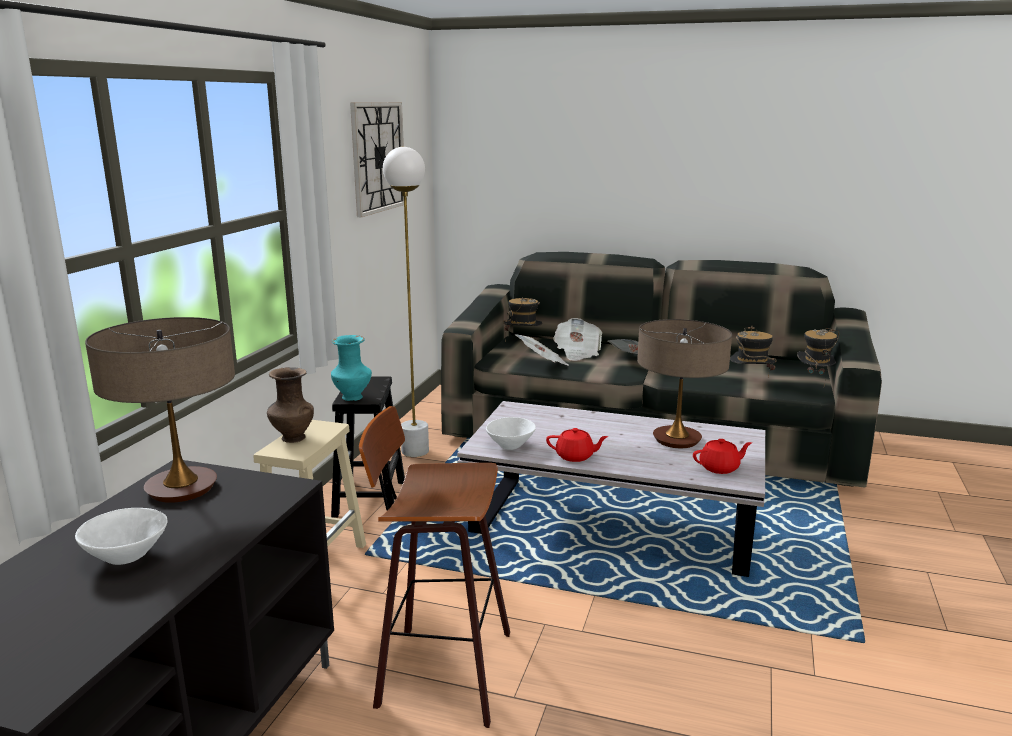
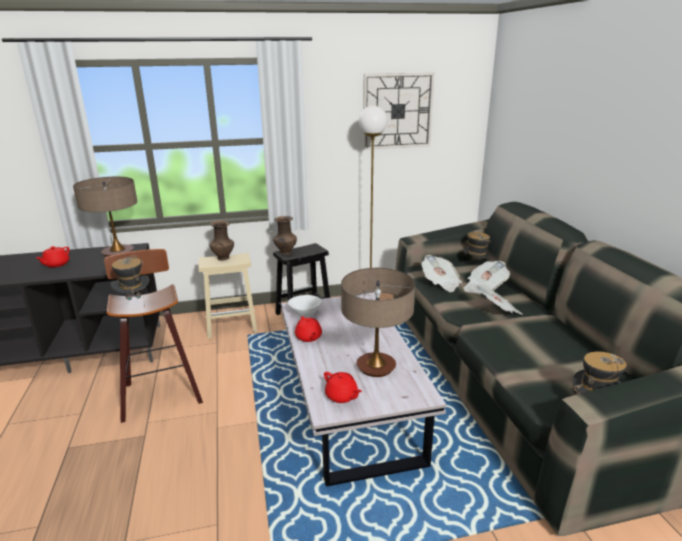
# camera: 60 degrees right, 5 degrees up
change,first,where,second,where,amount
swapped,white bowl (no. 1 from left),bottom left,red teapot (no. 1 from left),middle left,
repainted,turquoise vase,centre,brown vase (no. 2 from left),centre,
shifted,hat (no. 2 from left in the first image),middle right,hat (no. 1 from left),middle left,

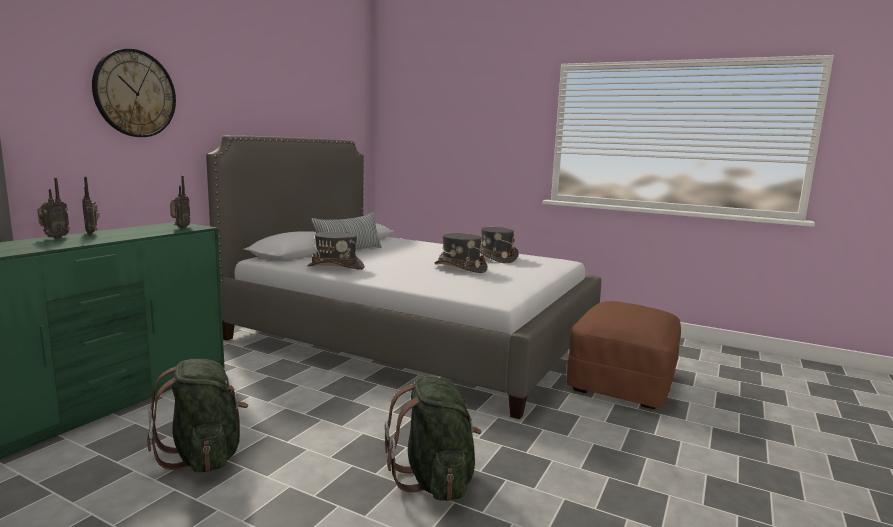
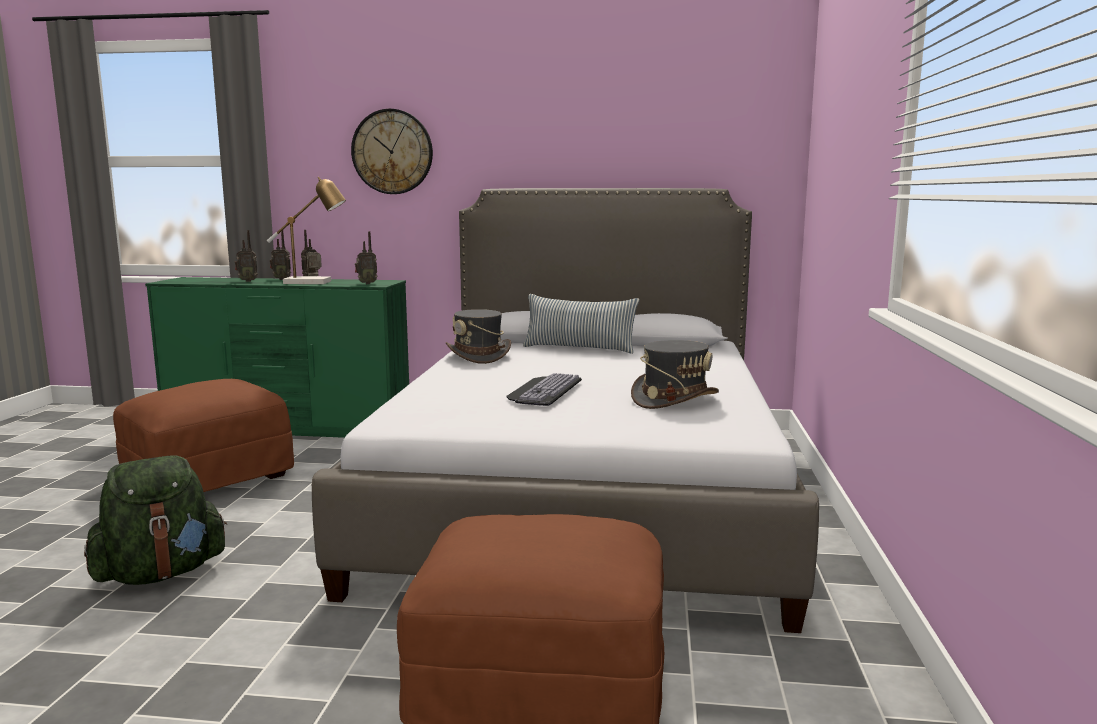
# camera: 70 degrees right, 0 degrees up
change,first,where,second,where,amount
swapped,green backpack (no. 1 from left),bottom left,brown ottoman (no. 1 from left),middle left,
swapped,grey hat (no. 2 from left),centre,keyboard,centre,
new,,,radio (no. 1 from left),middle left,
new,,,table lamp,top left,

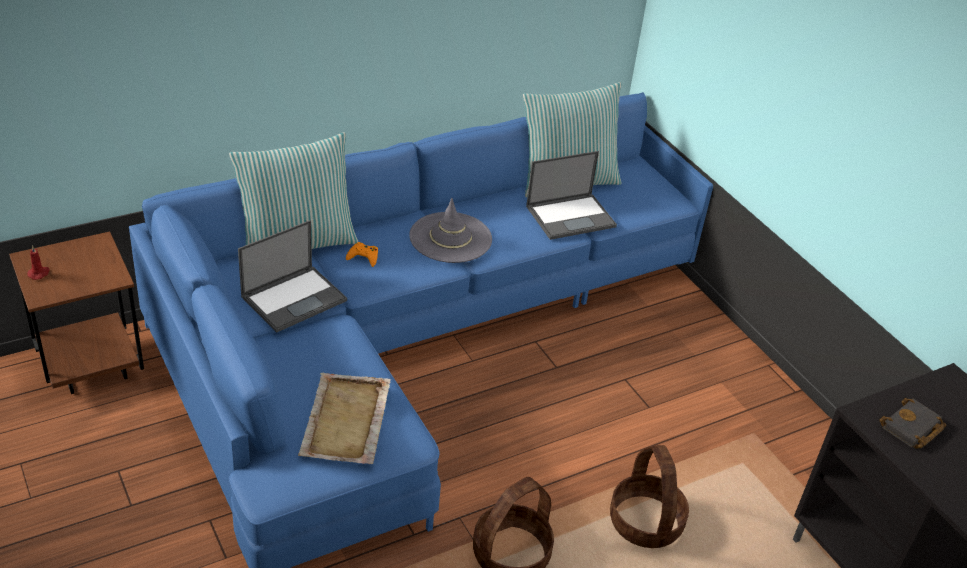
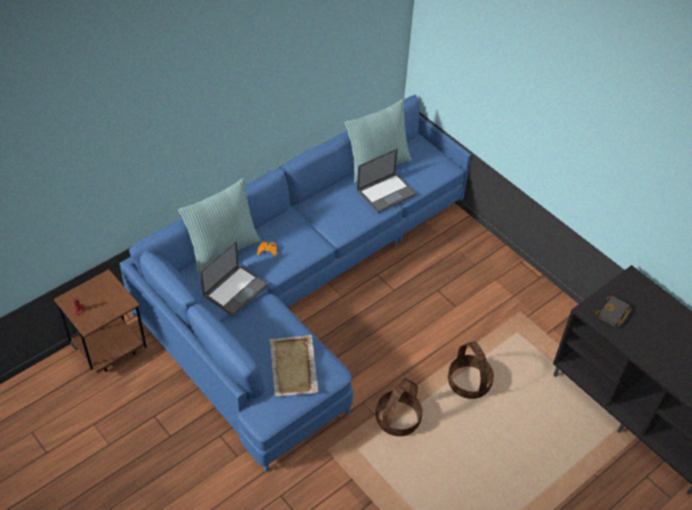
# camera: 10 degrees left, 10 degrees up
change,first,where,second,where,amount
gone,grey hat,centre,,,

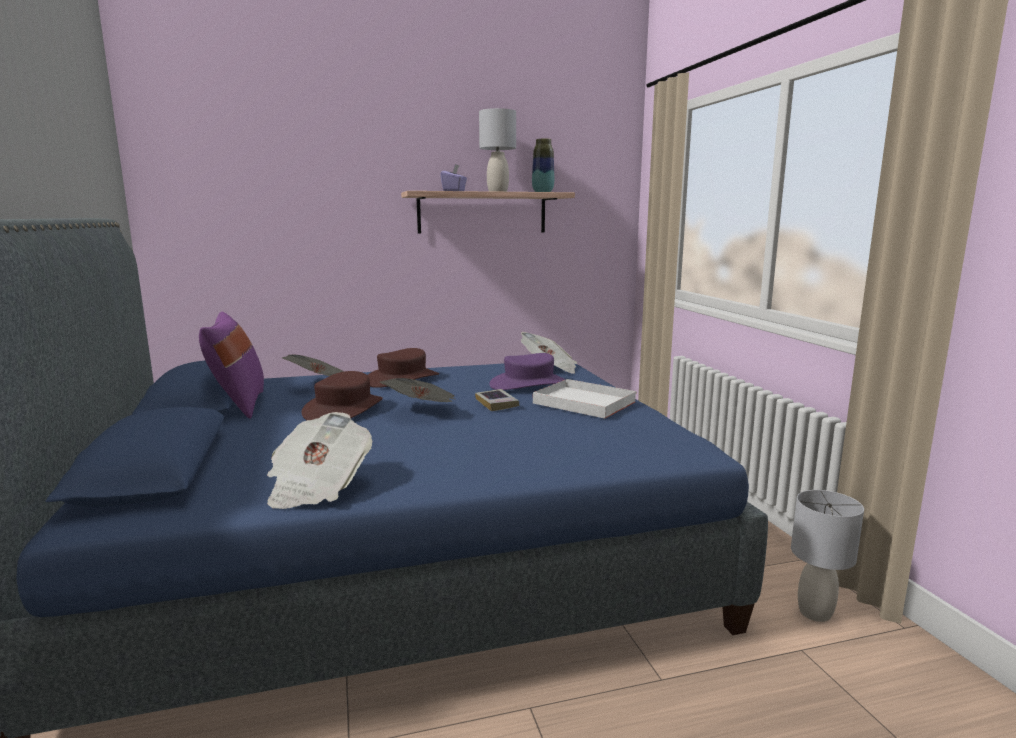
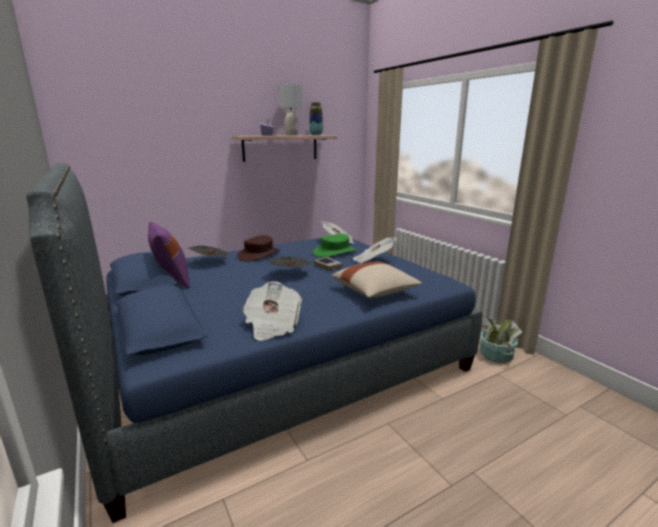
# camera: 15 degrees left, 5 degrees up
change,first,where,second,where,amount
gone,brown hat (no. 1 from left),centre,,,
repainted,purple hat,centre,green hat,centre,
swapped,white tray,centre,newspaper (no. 5 from left),centre,
swapped,grey table lamp (no. 2 from left),bottom right,potted plant,middle right,
new,,,beige pillow,centre,

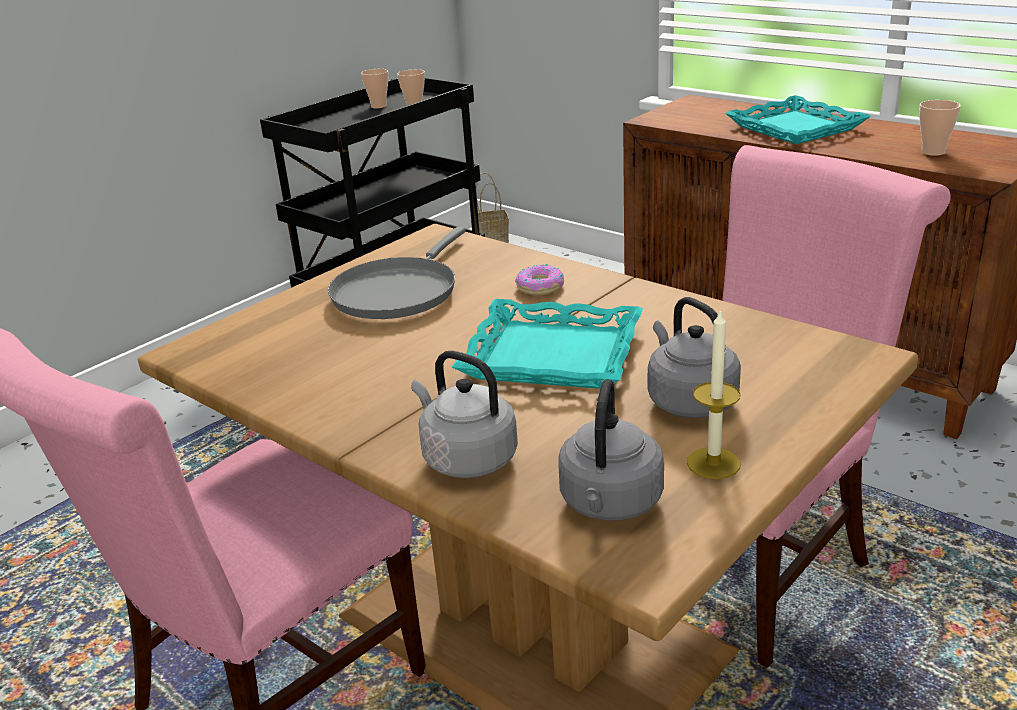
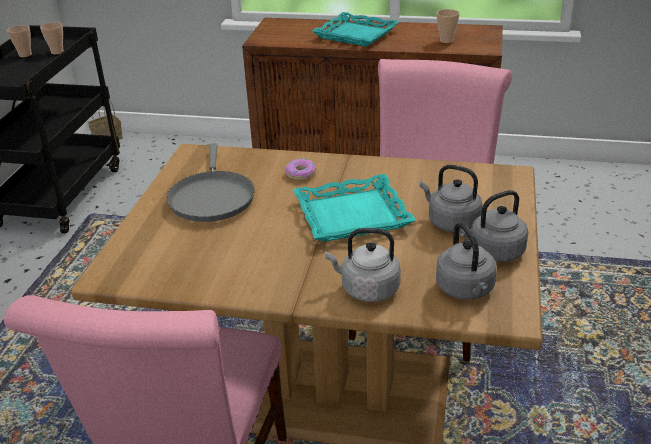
# camera: 30 degrees left, 5 degrees up
change,first,where,second,where,amount
swapped,candle,middle right,grey kettle (no. 4 from left),middle right,

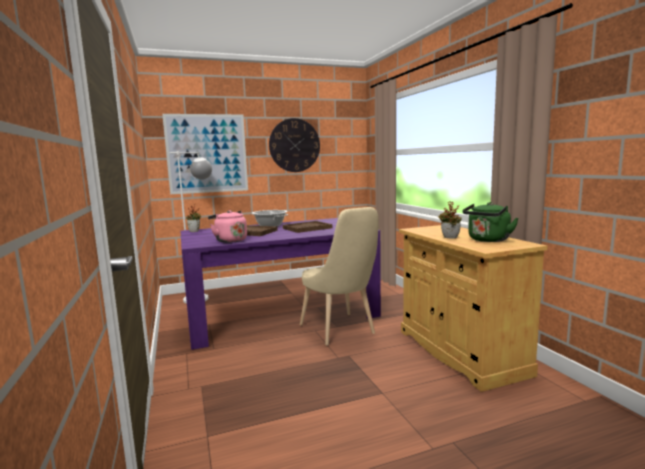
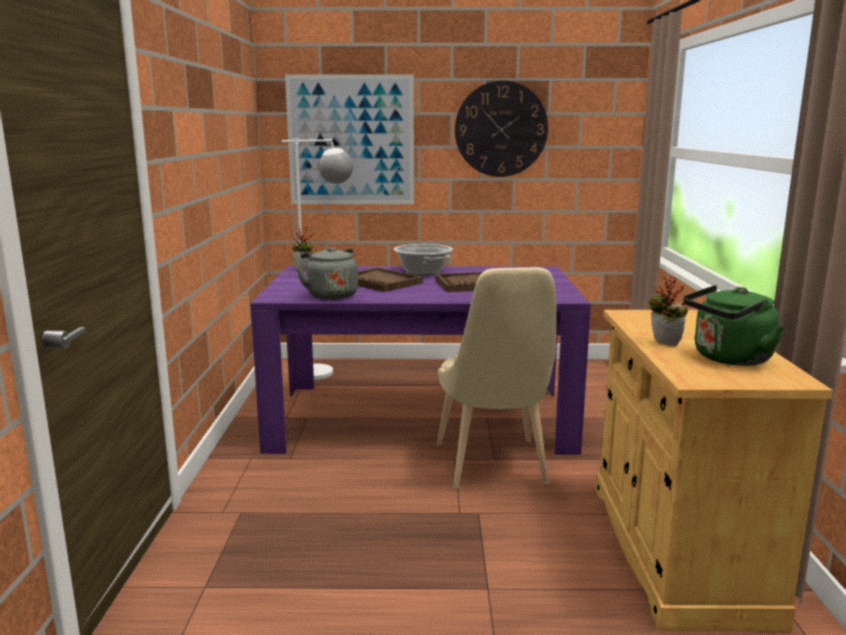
# camera: 20 degrees right, 5 degrees up
change,first,where,second,where,amount
repainted,pink kettle,centre,grey kettle,centre,

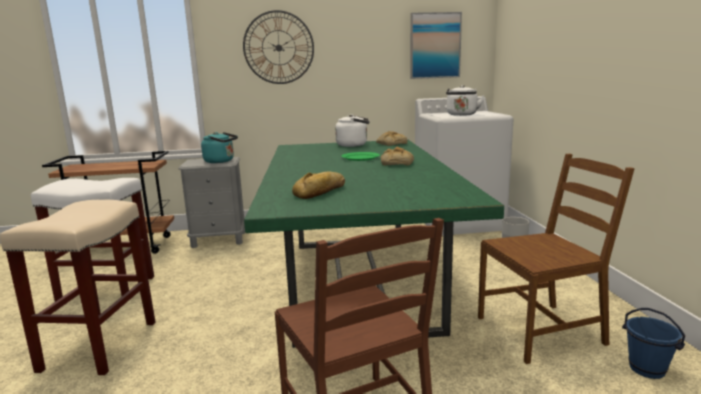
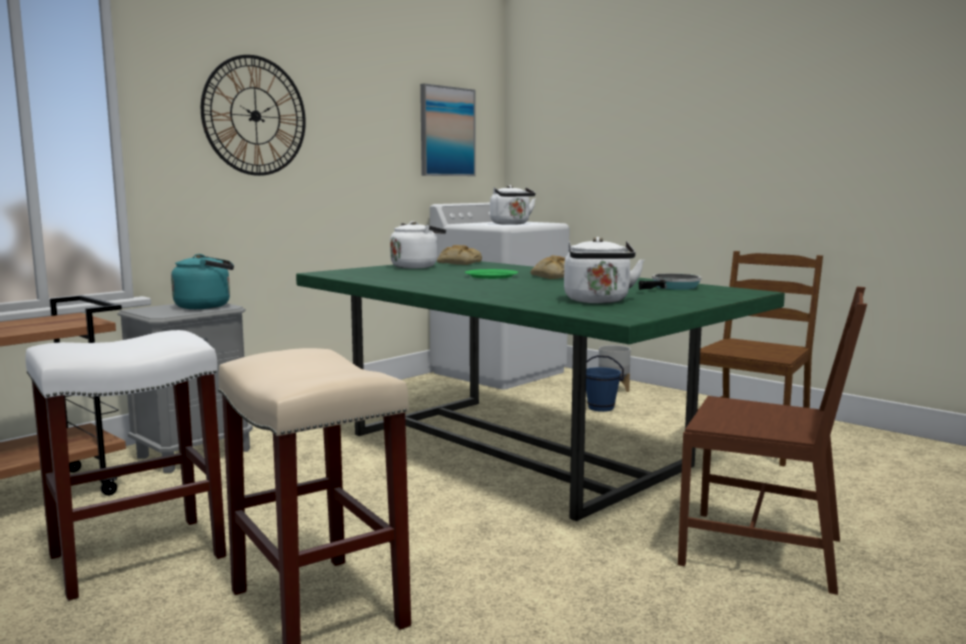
# camera: 40 degrees left, 5 degrees down
change,first,where,second,where,amount
swapped,bread (no. 1 from left),centre,white kettle (no. 3 from left),centre,
shifted,blue bucket,bottom right,,centre,
new,,,frying pan,middle right,

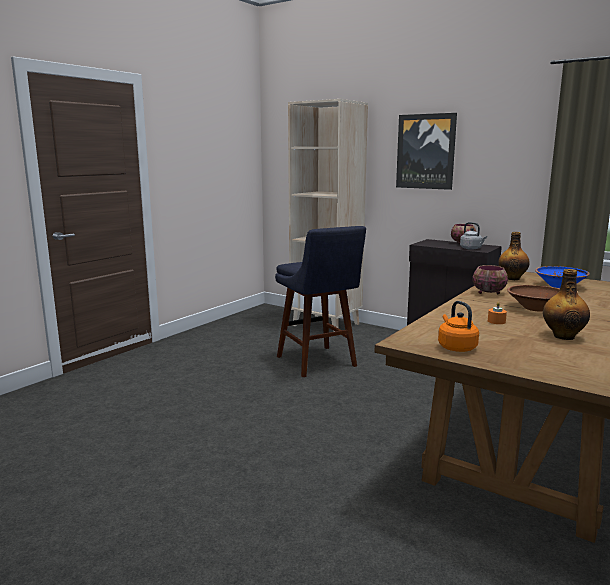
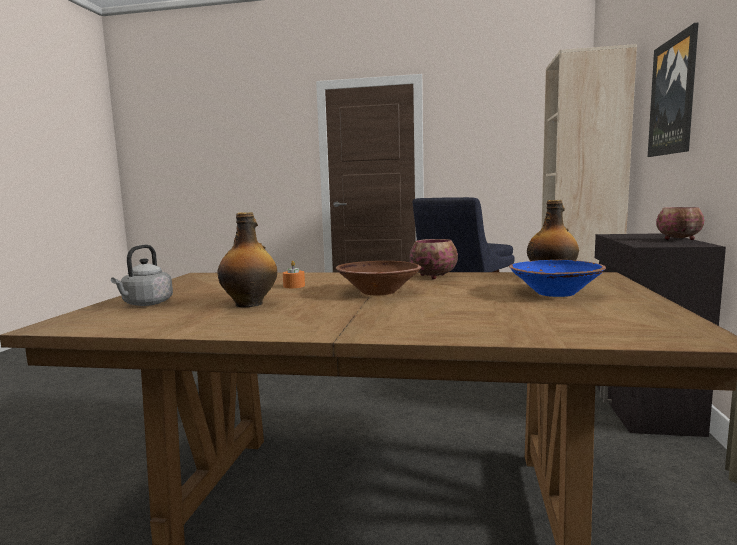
# camera: 65 degrees right, 5 degrees down
change,first,where,second,where,amount
gone,orange kettle,middle right,,,
shifted,grey kettle,middle right,,middle left,

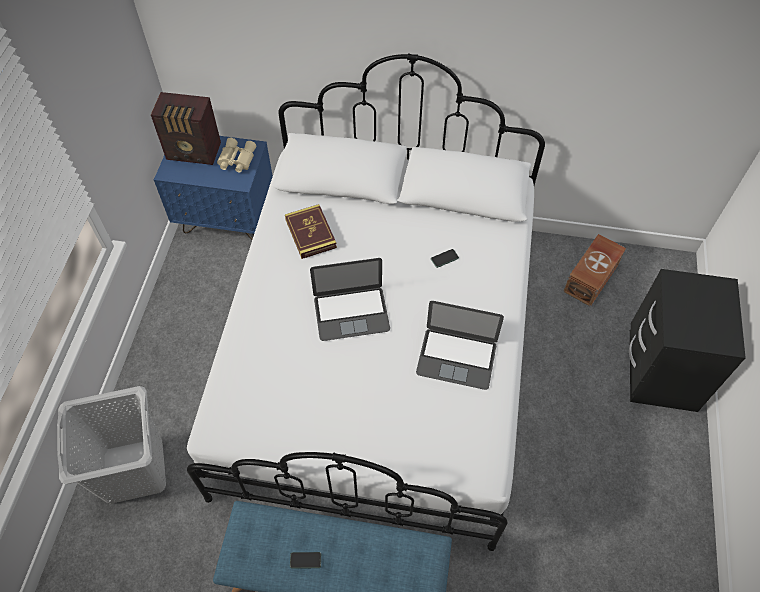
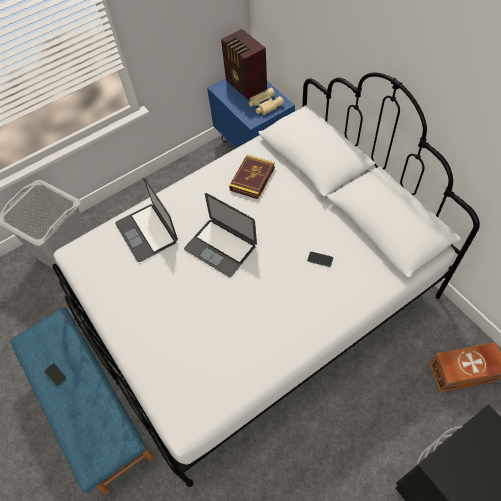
# camera: 50 degrees right, 0 degrees up
change,first,where,second,where,amount
shifted,laptop (no. 2 from left in the first image),centre,laptop (no. 1 from left),middle left,

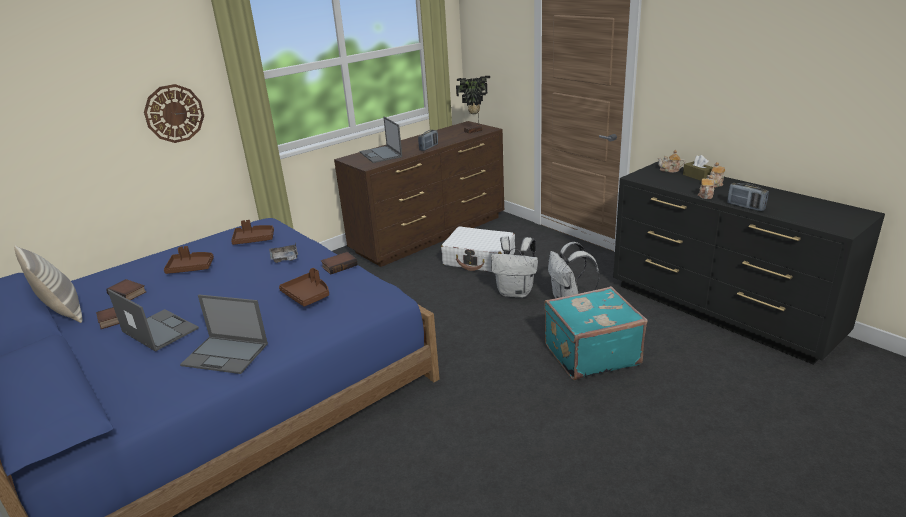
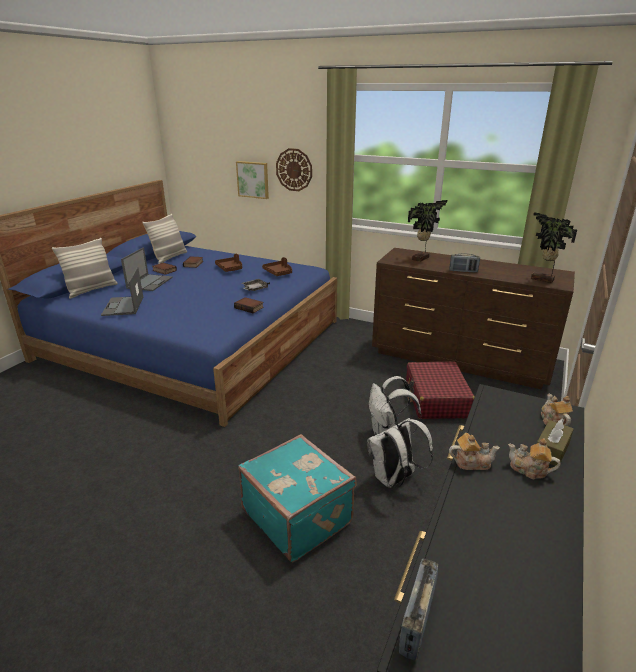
# camera: 65 degrees right, 0 degrees up
change,first,where,second,where,amount
gone,brown tray (no. 3 from left),centre,,,
swapped,laptop (no. 3 from left),top centre,potted plant (no. 1 from left),middle right,
repainted,white suitcase,centre,red suitcase,middle right,
shifted,radio (no. 2 from left in the first image),middle right,radio (no. 1 from left),bottom centre,
new,,,pillow (no. 1 from left),middle left,
new,,,picture,top centre,

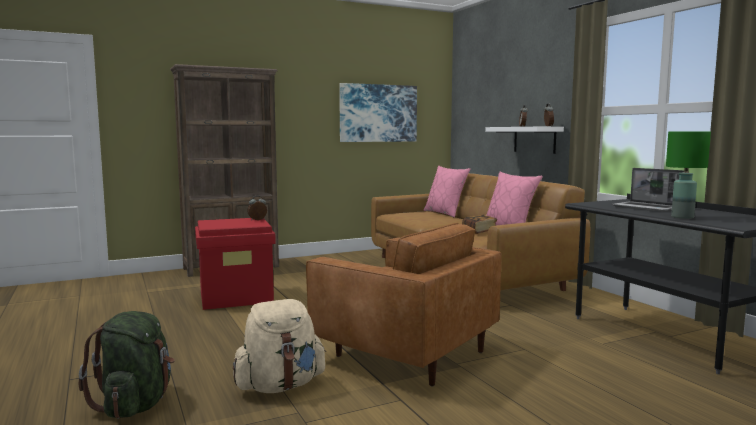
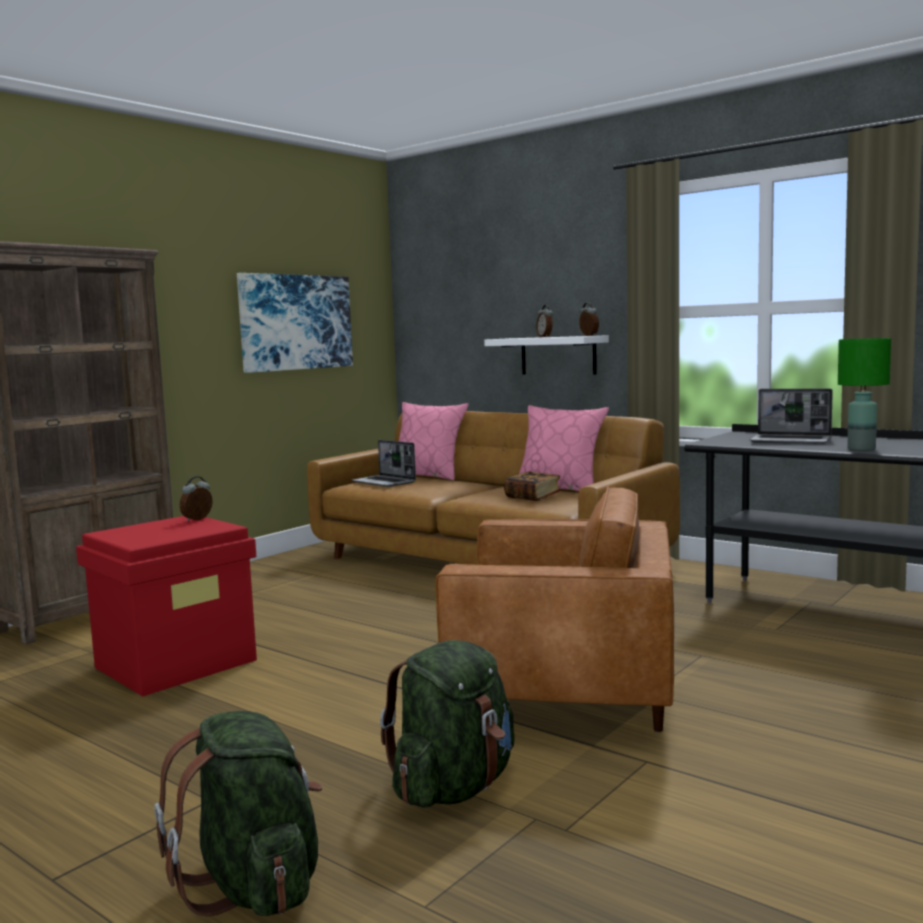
# camera: 25 degrees left, 0 degrees up
change,first,where,second,where,amount
repainted,beige backpack,bottom centre,green backpack (no. 2 from left),bottom centre,
new,,,laptop (no. 1 from left),centre,

